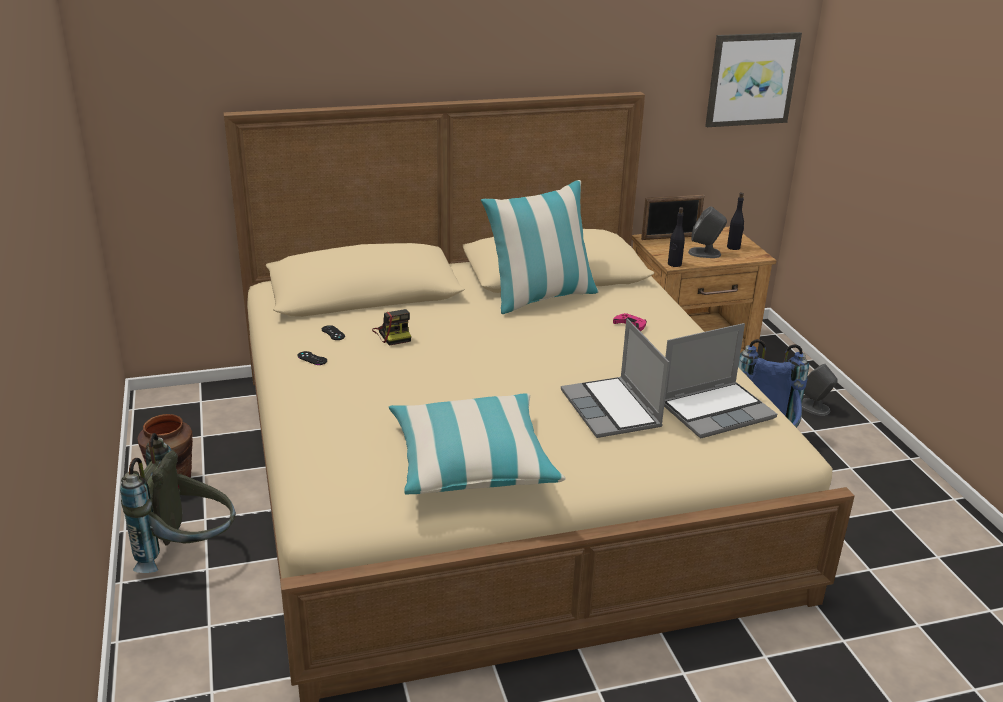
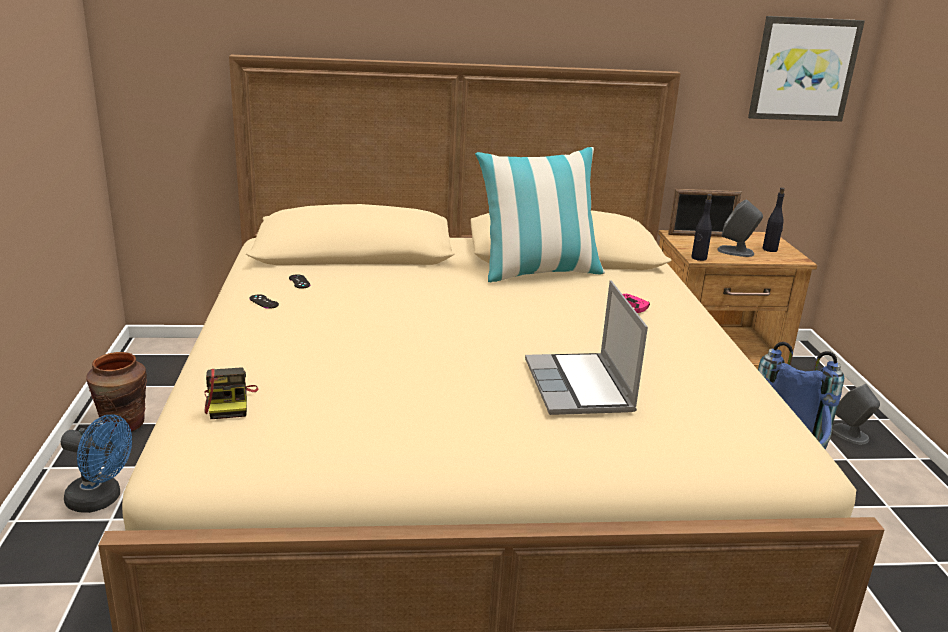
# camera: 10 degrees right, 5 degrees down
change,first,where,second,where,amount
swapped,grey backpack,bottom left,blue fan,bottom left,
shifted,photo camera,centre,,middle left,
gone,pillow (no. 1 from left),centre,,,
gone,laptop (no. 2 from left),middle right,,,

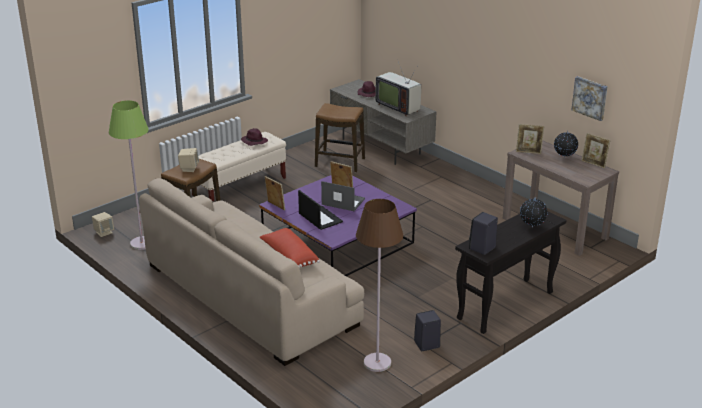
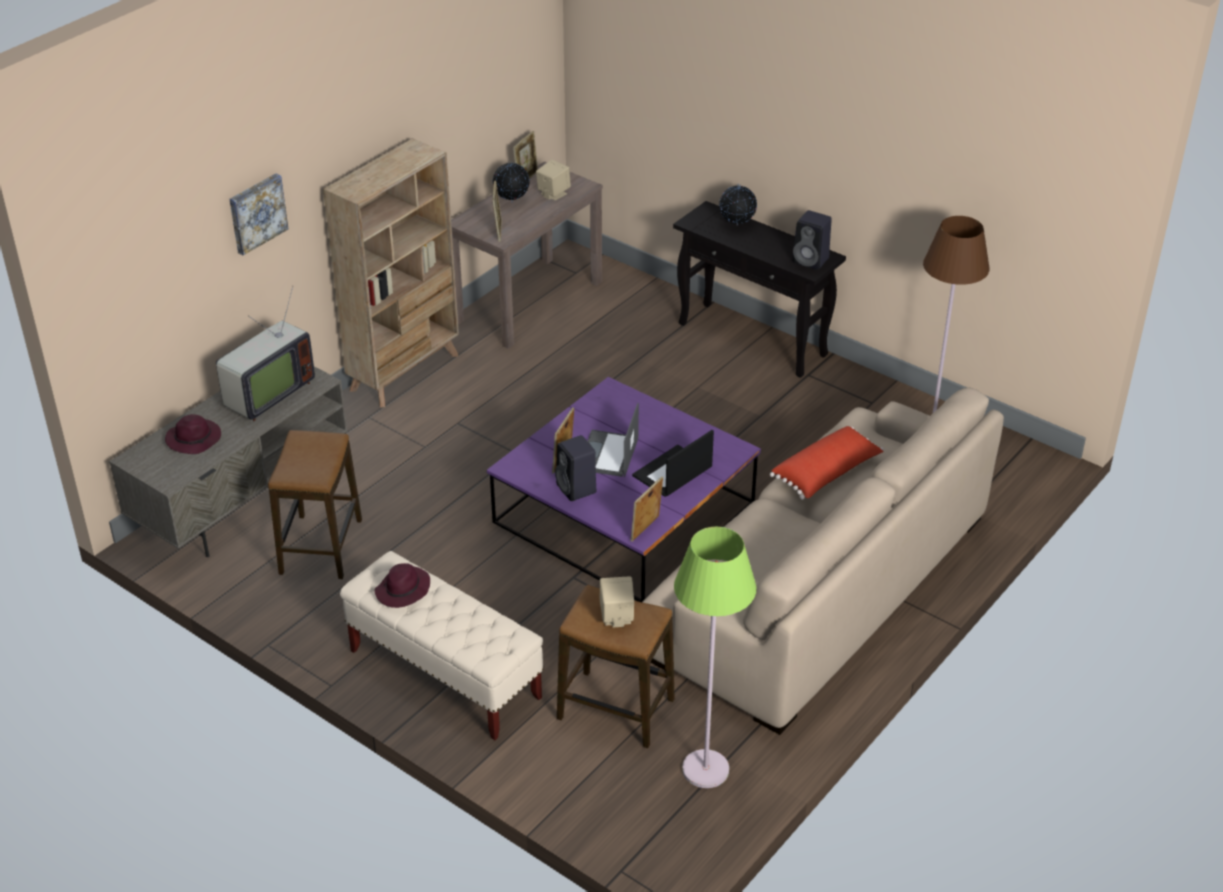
# camera: 100 degrees left, 10 degrees up
change,first,where,second,where,amount
shifted,beige speaker (no. 1 from left),middle left,,top centre,
shifted,black speaker (no. 1 from left),bottom centre,,centre,
shifted,picture,top right,,top left,
new,,,beige bookcase,top left,

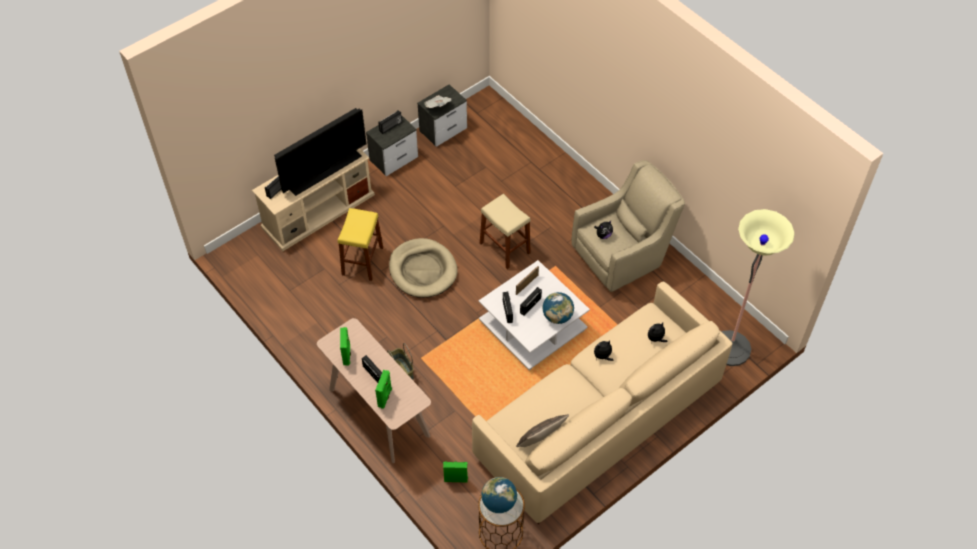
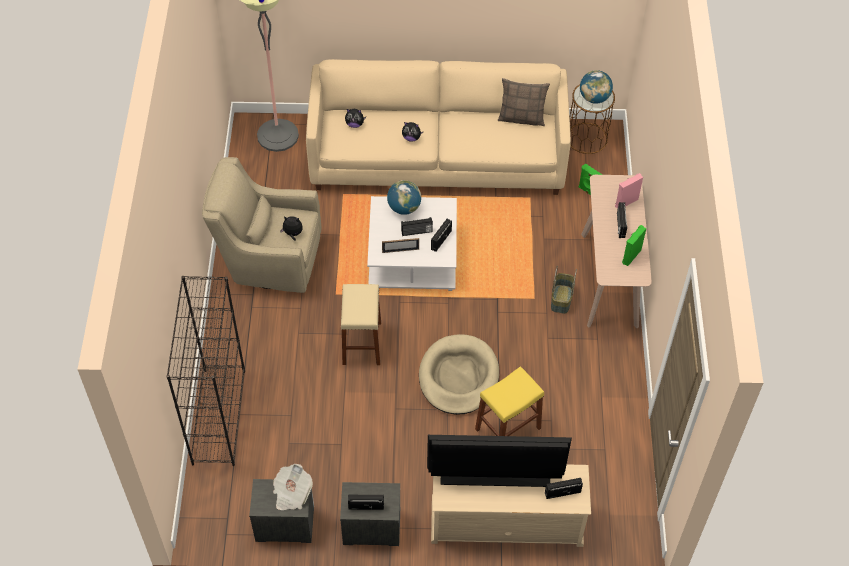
# camera: 140 degrees left, 0 degrees up
change,first,where,second,where,amount
repainted,green speaker (no. 2 from left),bottom centre,pink speaker,middle right,
new,,,black bookcase,middle left,

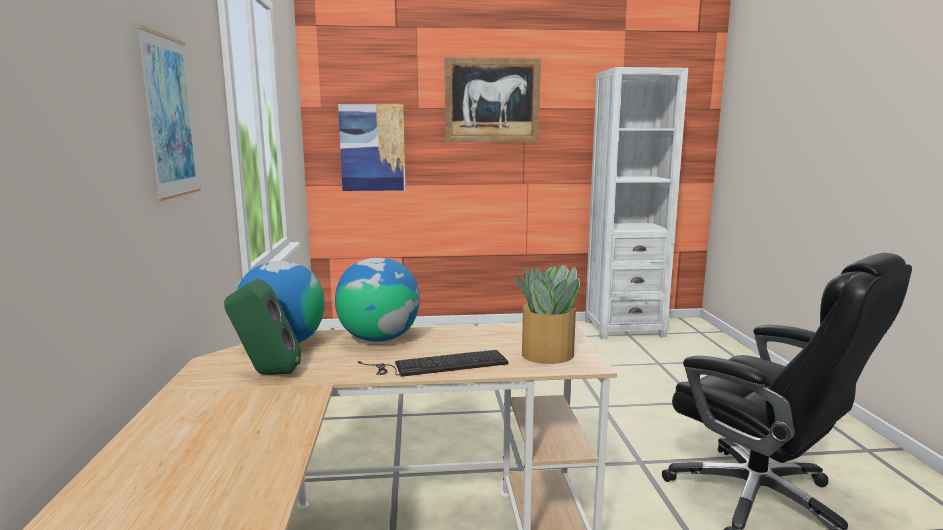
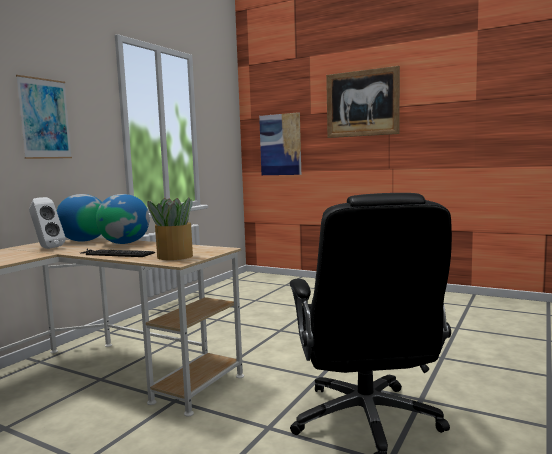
# camera: 35 degrees right, 5 degrees down
change,first,where,second,where,amount
repainted,green speaker,middle left,white speaker,middle left,
gone,white bookcase,middle right,,,

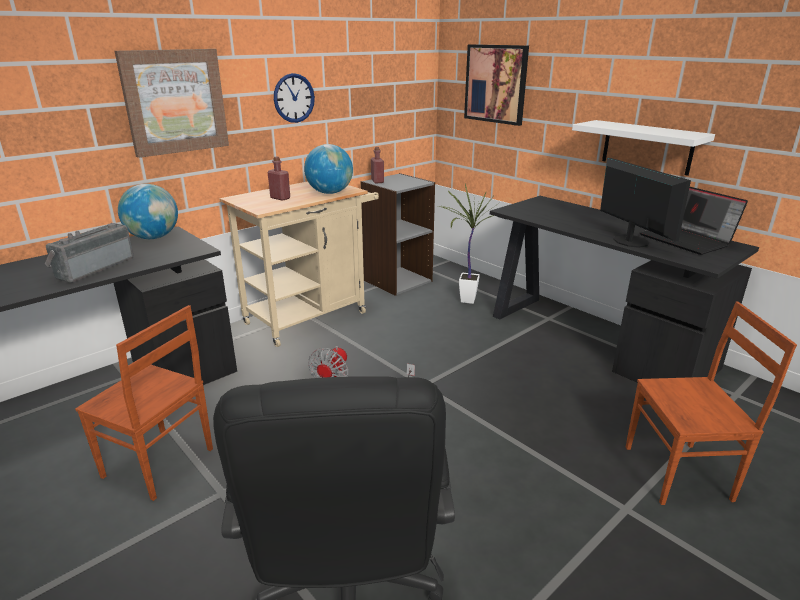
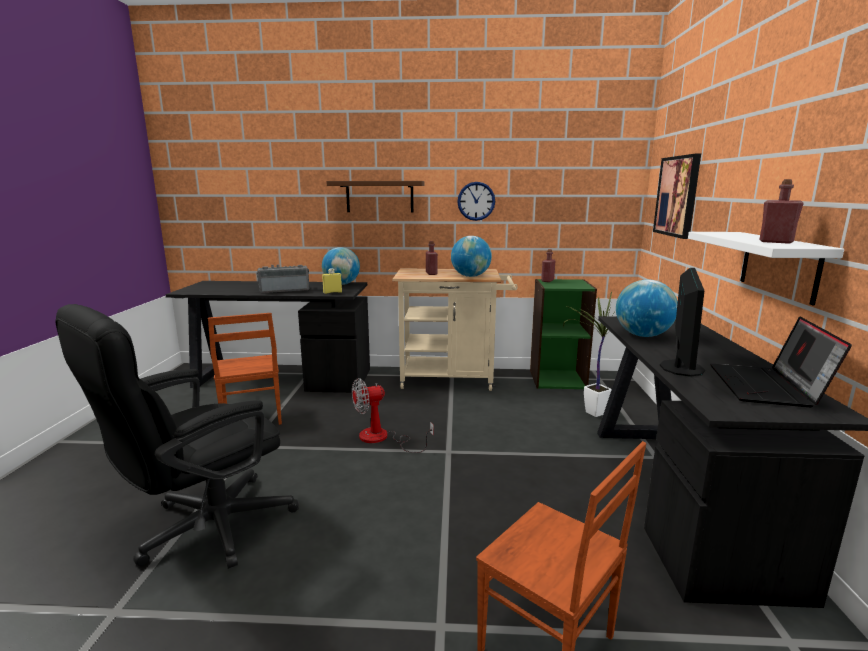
# camera: 45 degrees right, 10 degrees down
change,first,where,second,where,amount
swapped,picture (no. 1 from left),top left,brown shelf,top centre,
repainted,grey bookcase,centre,green bookcase,centre,
new,,,yellow bottle,centre,
new,,,globe (no. 3 from left),middle right,
new,,,red bottle (no. 3 from left),top right,

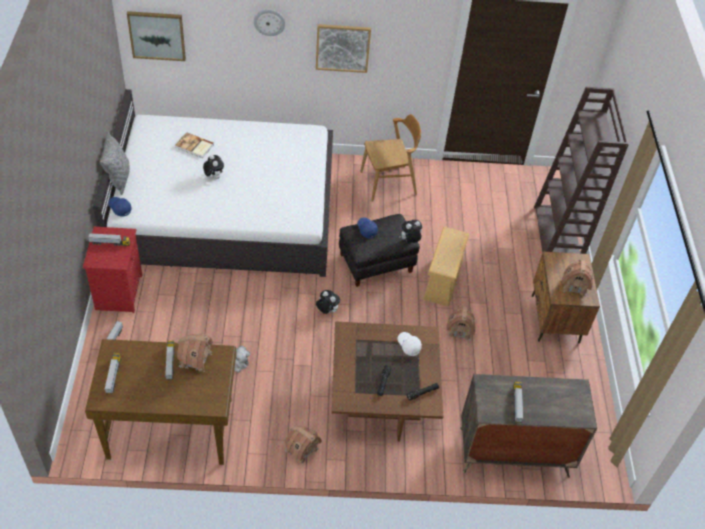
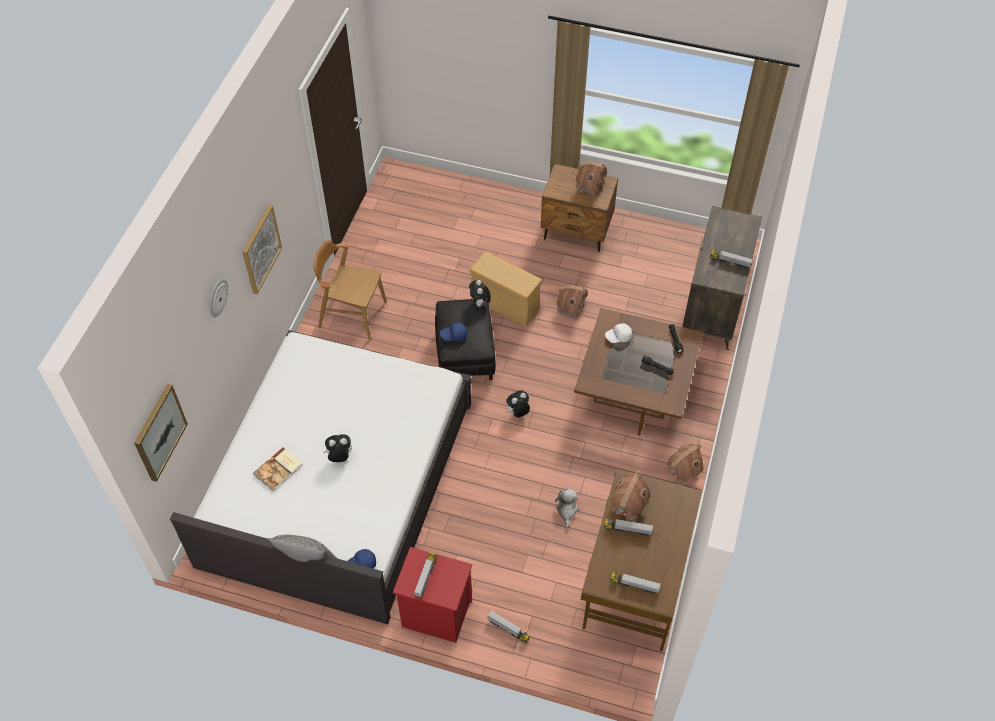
# camera: 70 degrees left, 5 degrees up
change,first,where,second,where,amount
rotated,brown chair,top centre,,centre,75 degrees counterclockwise
gone,brown bookcase,top right,,,

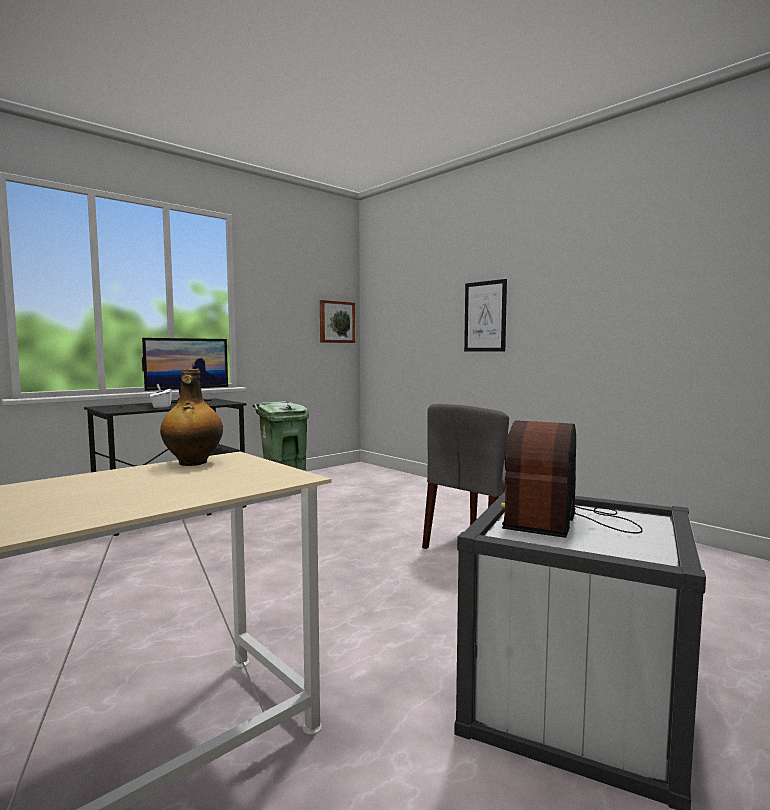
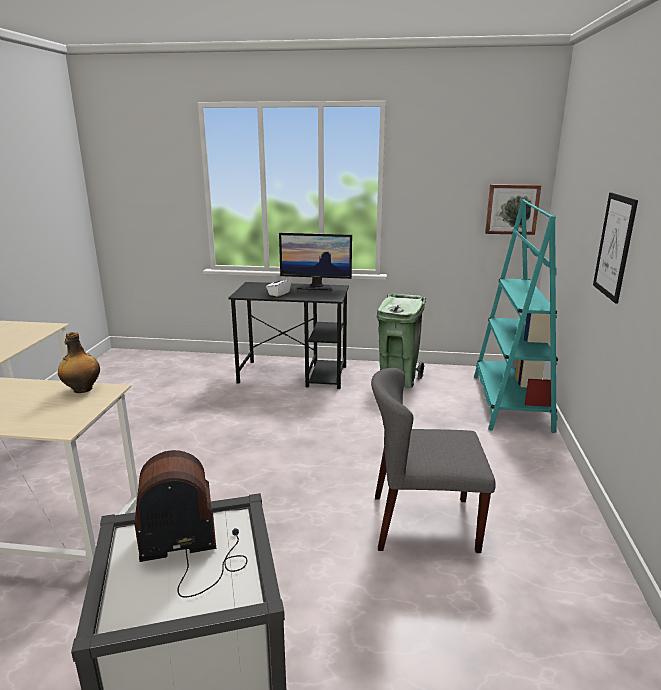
# camera: 50 degrees right, 15 degrees up
change,first,where,second,where,amount
new,,,turquoise bookcase,middle right,

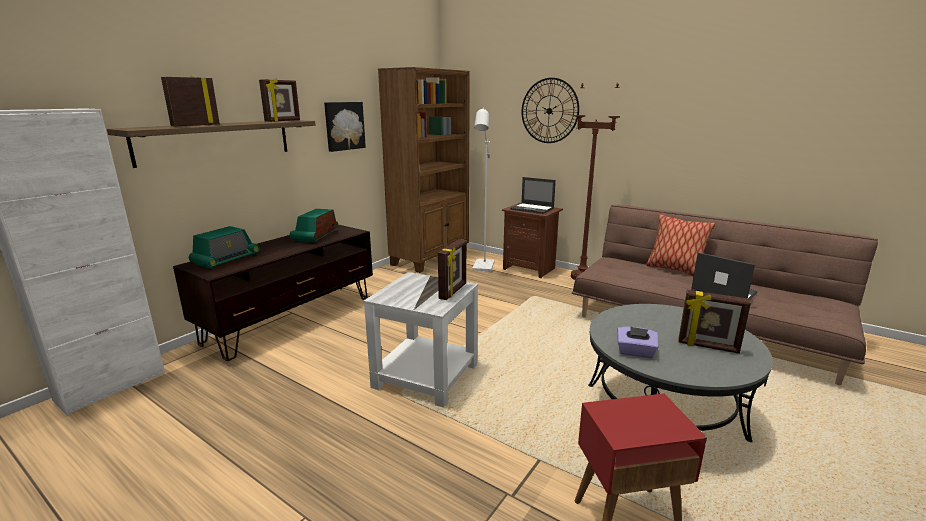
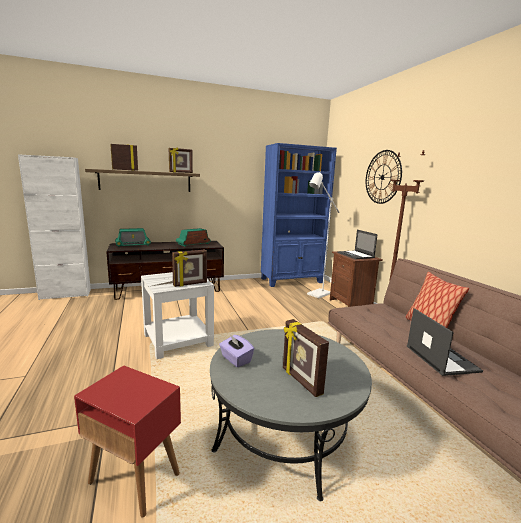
# camera: 35 degrees right, 5 degrees down
change,first,where,second,where,amount
gone,picture,top centre,,,
repainted,brown bookcase,top centre,blue bookcase,centre,

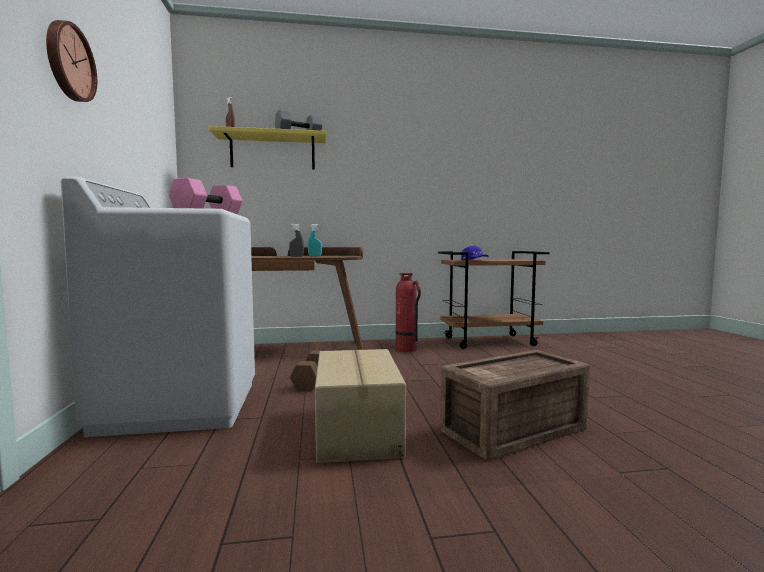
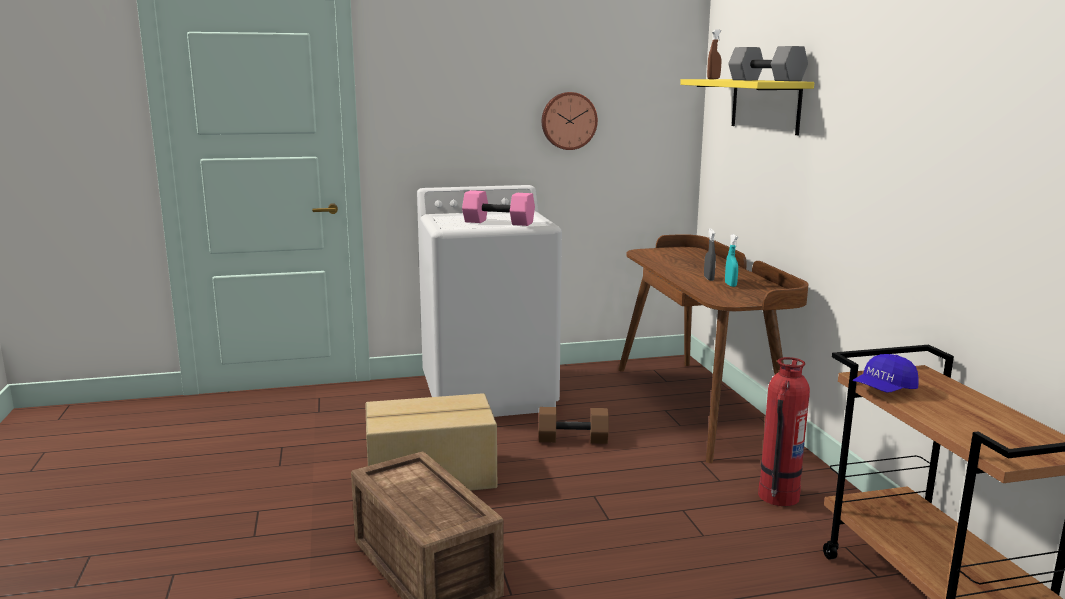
# camera: 85 degrees right, 10 degrees up
change,first,where,second,where,amount
shifted,wall clock,top left,,top centre,

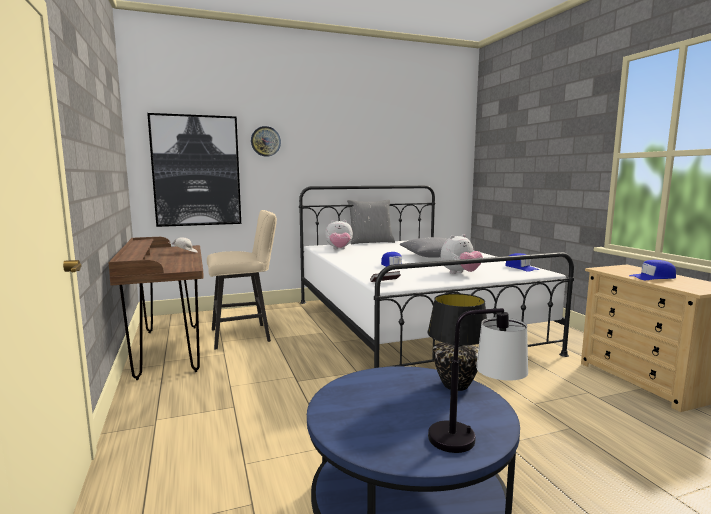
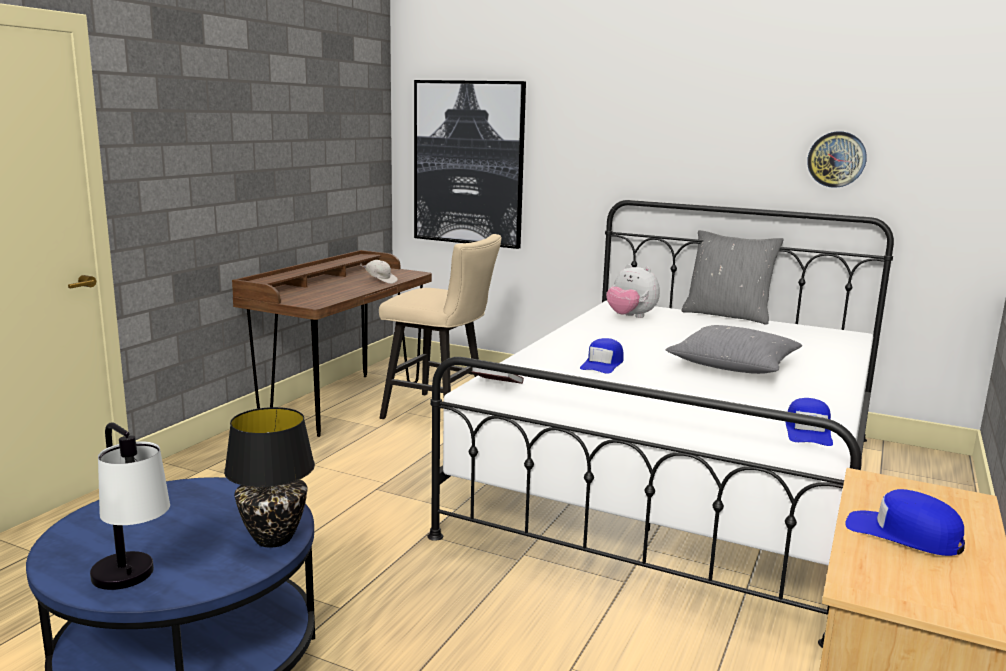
# camera: 45 degrees right, 5 degrees up
change,first,where,second,where,amount
shifted,wall clock,top centre,,top right,
gone,plush toy (no. 2 from left),centre,,,

